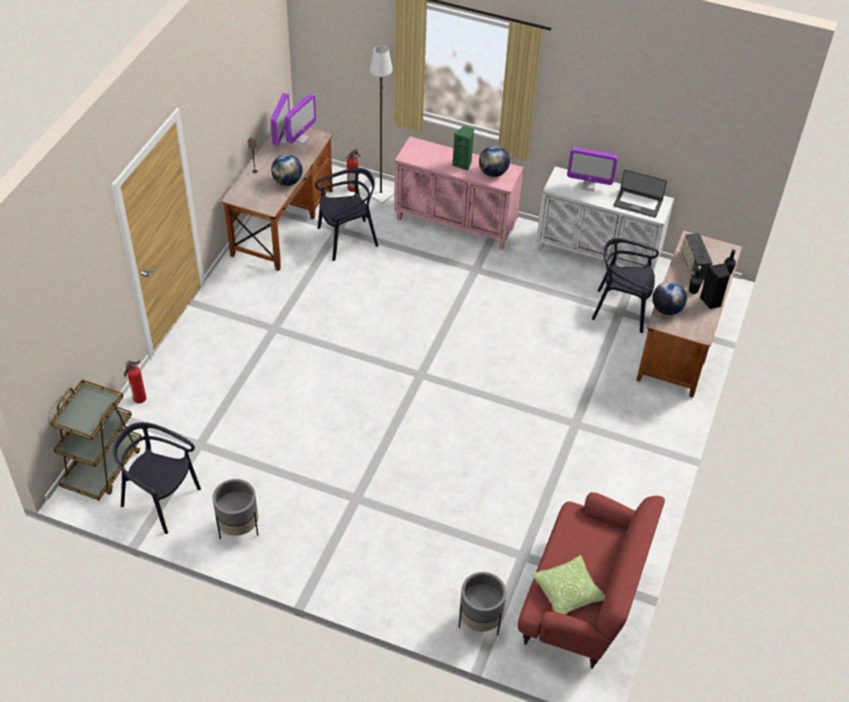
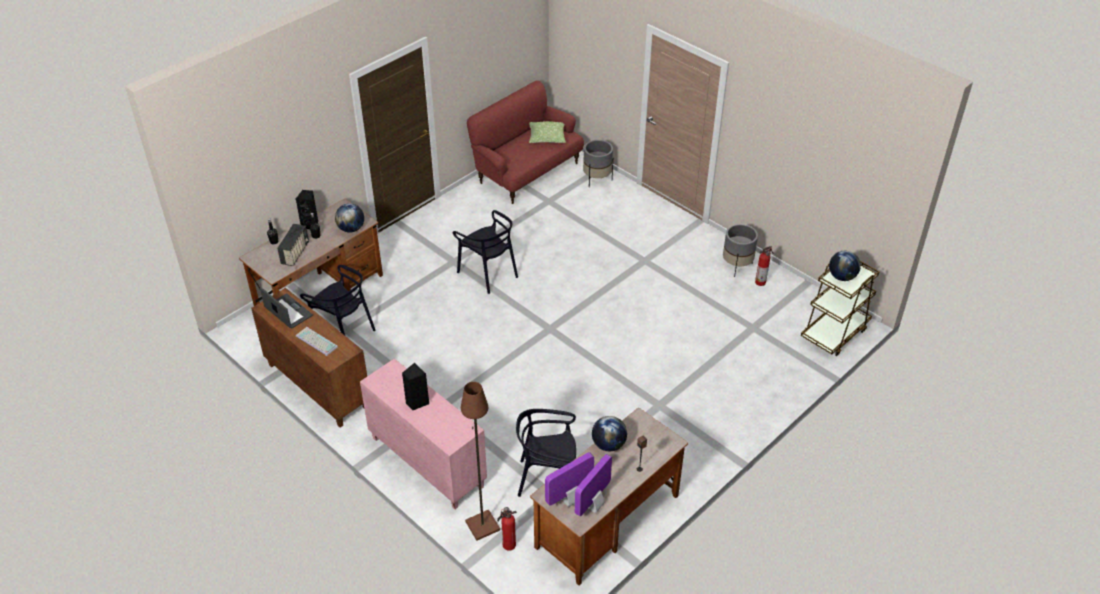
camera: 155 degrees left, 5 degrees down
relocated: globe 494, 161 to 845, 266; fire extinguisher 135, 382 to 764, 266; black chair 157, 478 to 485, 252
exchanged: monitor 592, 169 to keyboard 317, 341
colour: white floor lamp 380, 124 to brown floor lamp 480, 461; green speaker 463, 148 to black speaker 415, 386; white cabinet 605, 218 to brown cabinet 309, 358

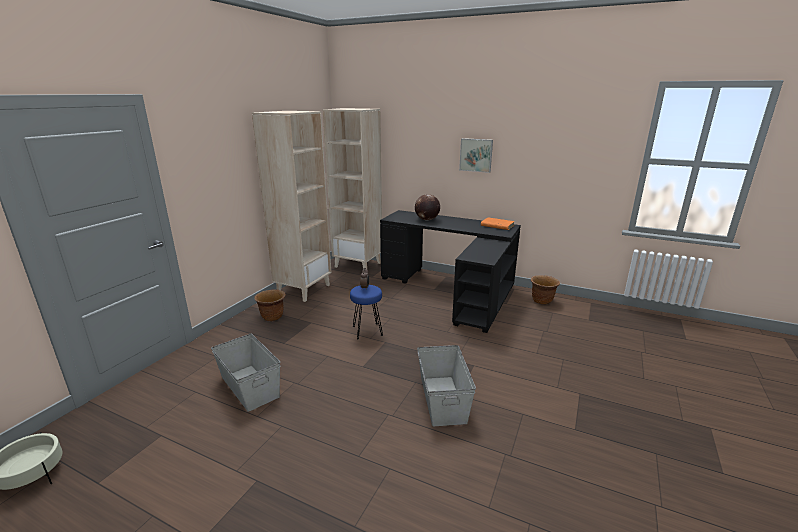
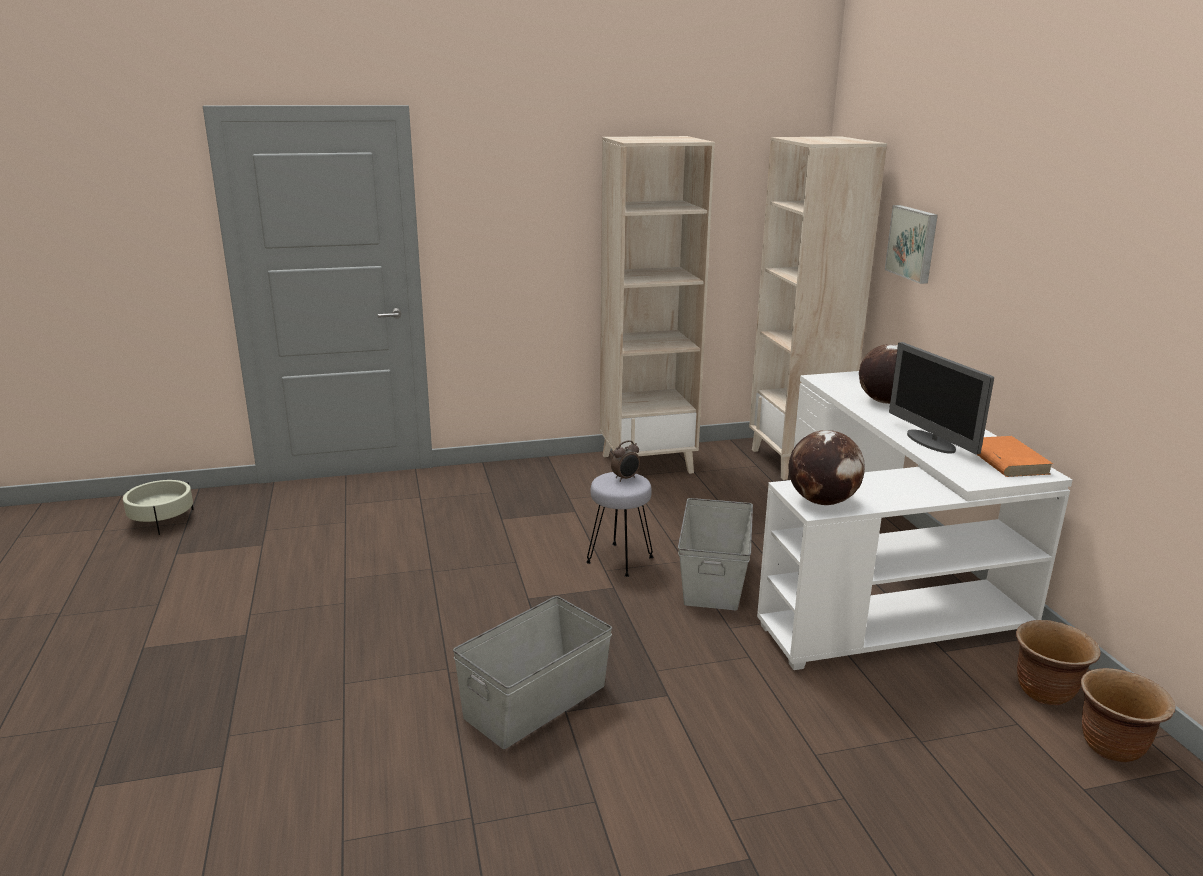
camera: 50 degrees right, 0 degrees up
appeared: monitor 941, 398; globe 827, 467
relocated: picture 476, 155 to 911, 244; brown planter 270, 305 to 1128, 715; grey storage box 246, 373 to 715, 554
colour: black desk 450, 271 to white desk 914, 520; blue stool 366, 312 to grey stool 619, 524

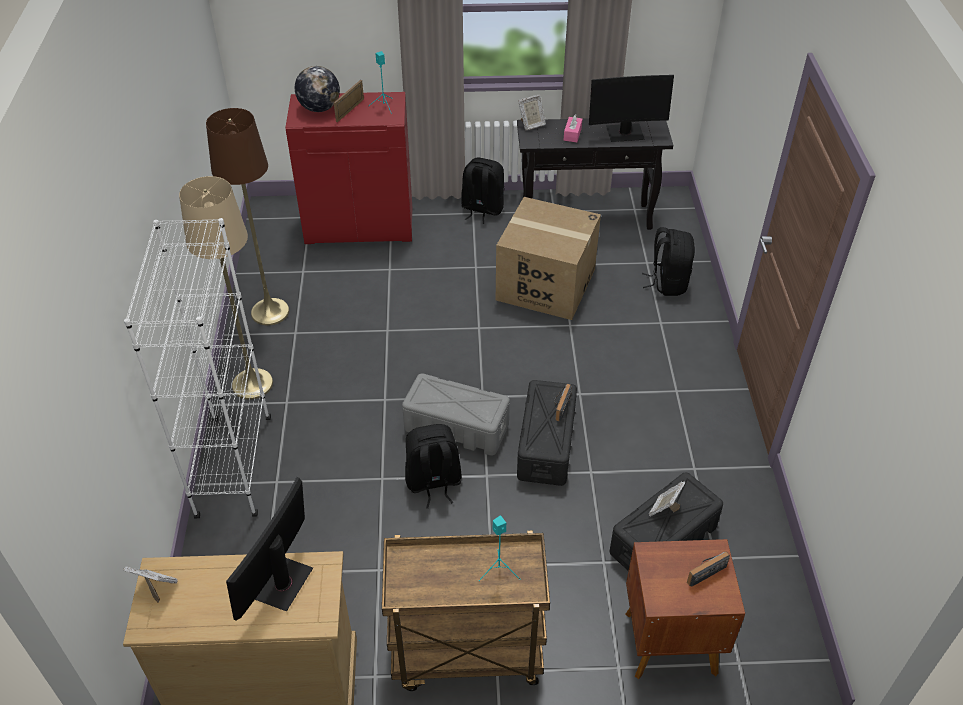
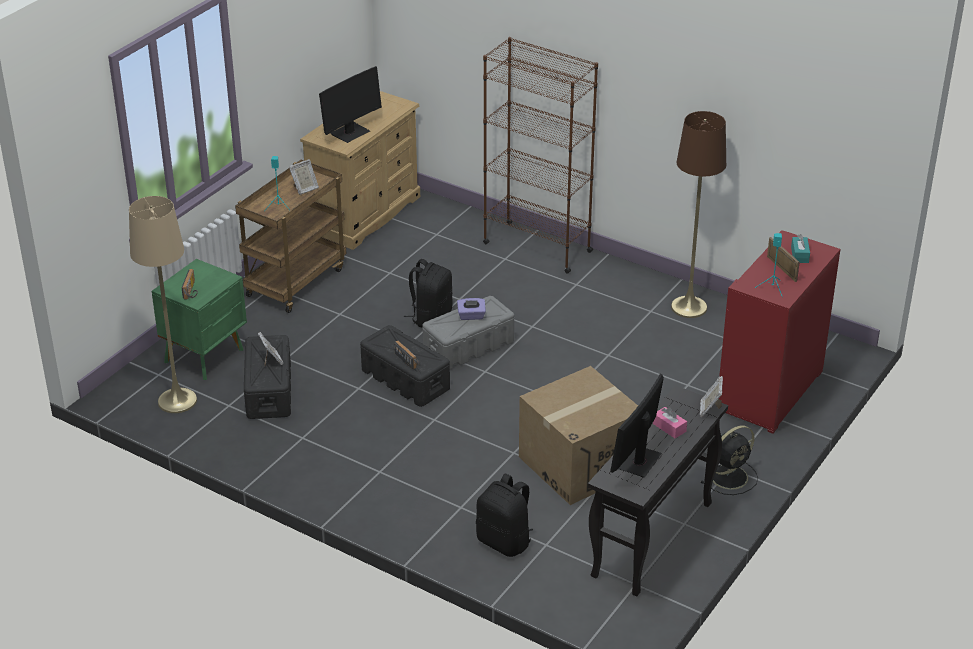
camera: 125 degrees right, 10 degrees down
appeared: purple tissue box 471, 309
relocated: beige floor lamp 226, 288 to 163, 304; picture frame 150, 584 to 304, 177
exchanged: globe 317, 89 to turquoise tissue box 800, 248; black backpack 483, 191 to black fan 729, 460
colour: white bookcase 197, 368 to brown bookcase 540, 155; brown nightstand 685, 609 to green nightstand 199, 319
spun: monitor 269, 548 = 350, 104 75 degrees clockwise

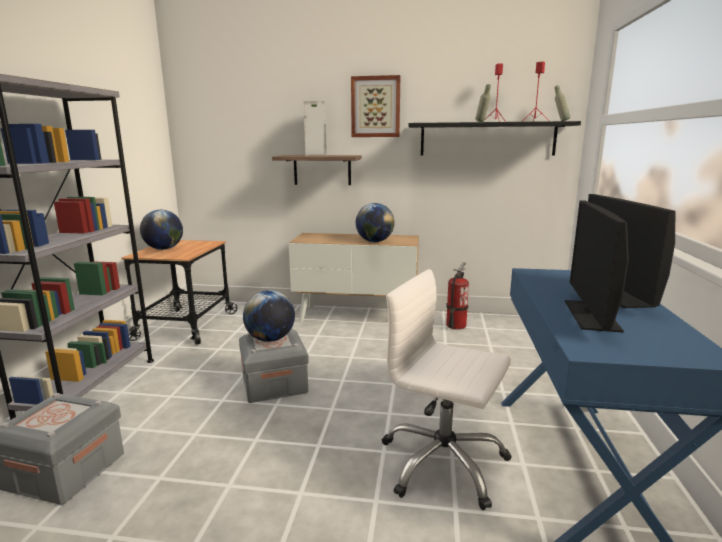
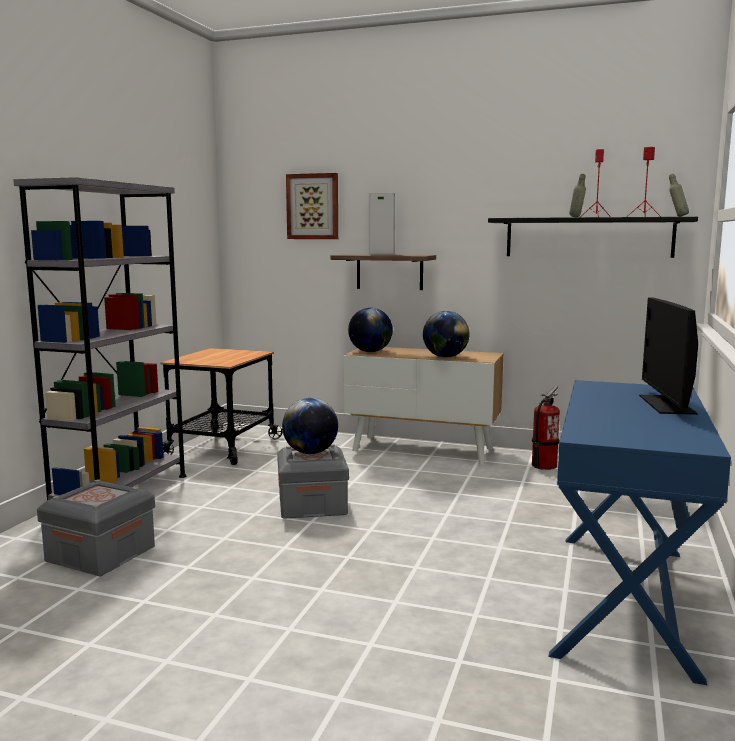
camera: 10 degrees right, 5 degrees down
missing: monitor 597, 266; white office chair 447, 389
relocated: picture 375, 106 to 312, 206; globe 161, 230 to 370, 330

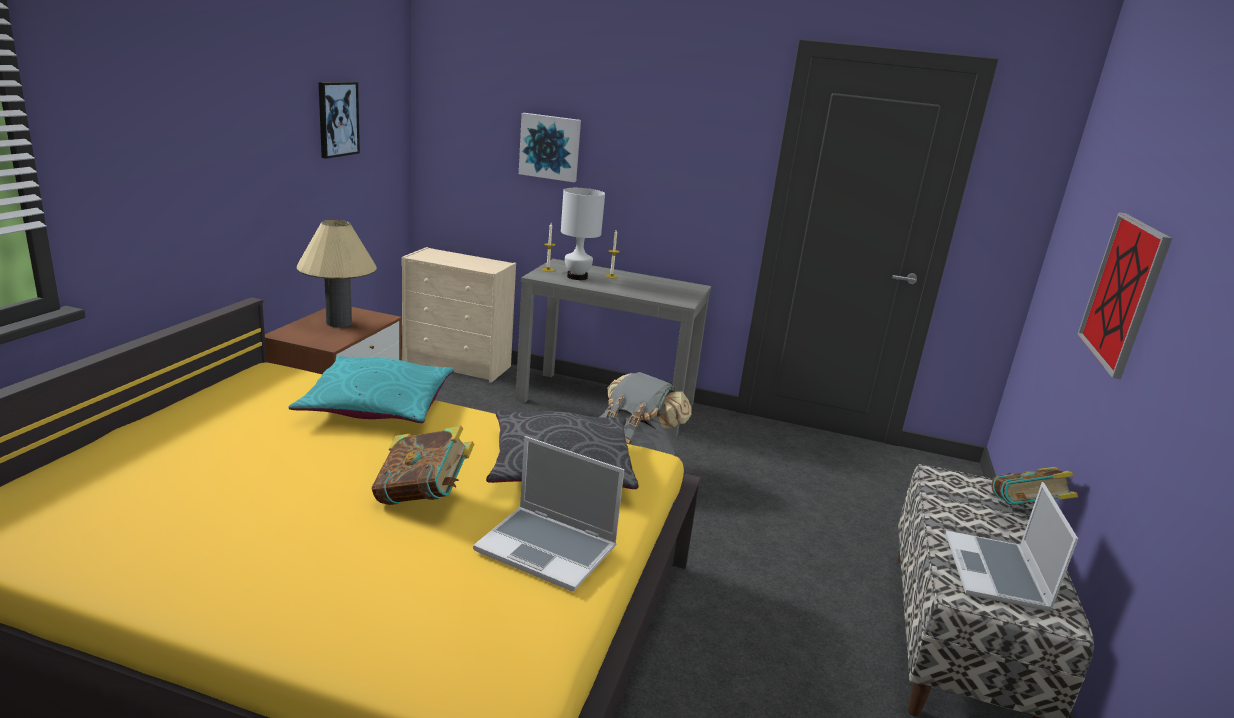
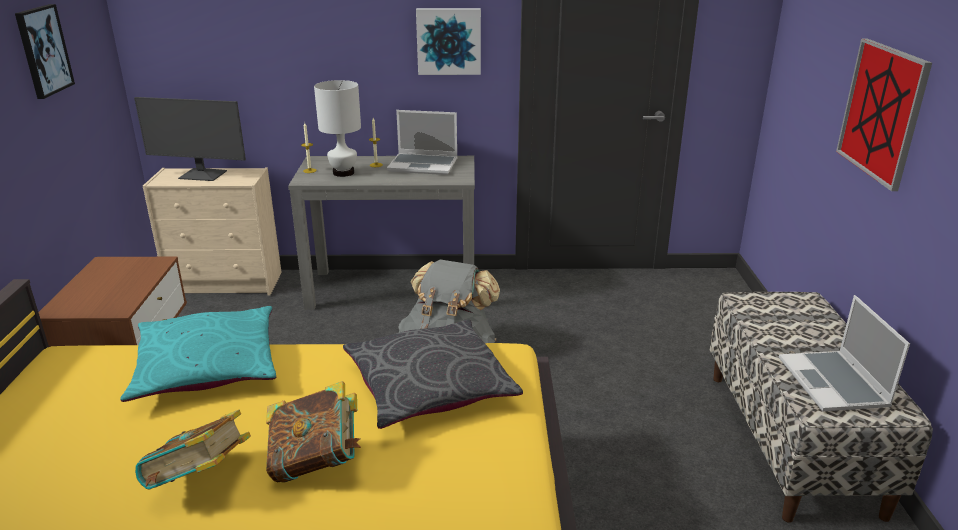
camera: 15 degrees left, 5 degrees up
missing: beige table lamp 337, 273
appeared: monitor 190, 139
relocated: picture 550, 147 to 448, 41; laptop 548, 514 to 422, 142; book 1034, 486 to 193, 450

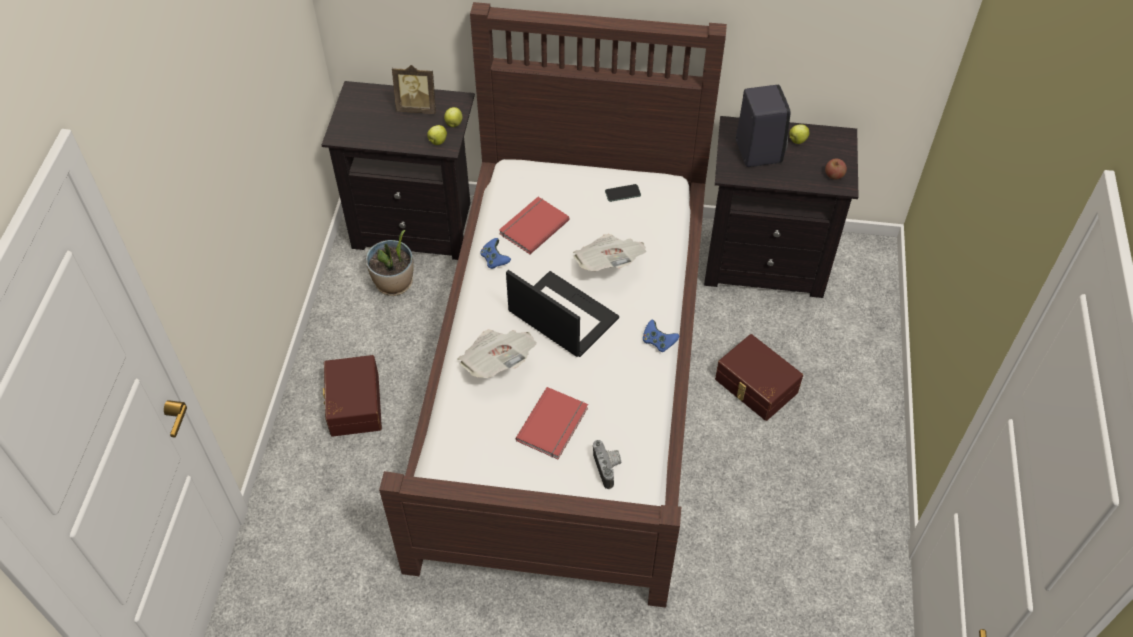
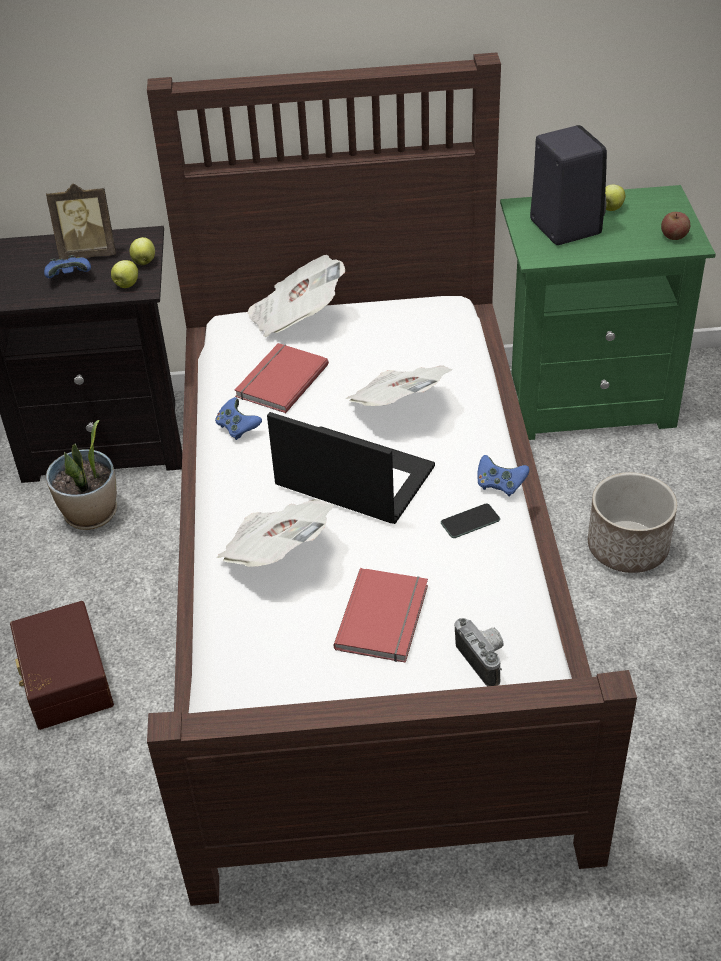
camera: 10 degrees left, 10 degrees down
appeared: blue game controller 67, 266; newspaper 296, 296
relocated: phone 623, 193 to 470, 520
exchanged: brown storage box 759, 377 to planter 632, 522
colour: black nightstand 781, 207 to green nightstand 608, 312

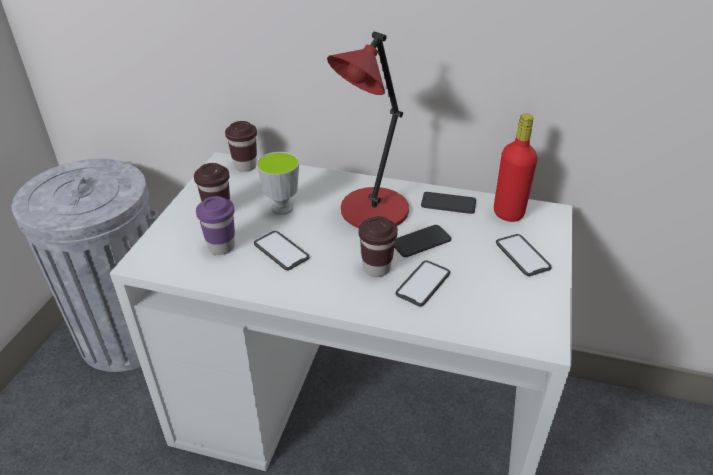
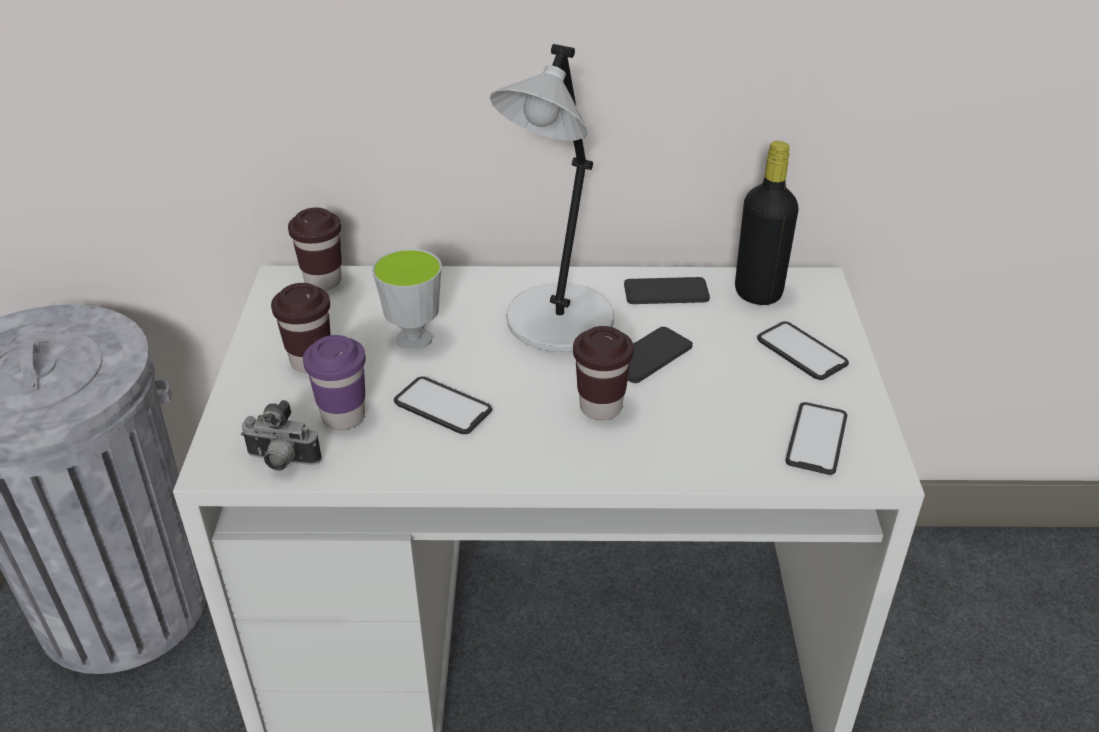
camera: 15 degrees left, 0 degrees up
appeared: photo camera 281, 435
relocated: phone 422, 283 to 816, 438
colour: red table lamp 368, 130 to grey table lamp 552, 198; red bottle 515, 167 to black bottle 767, 223

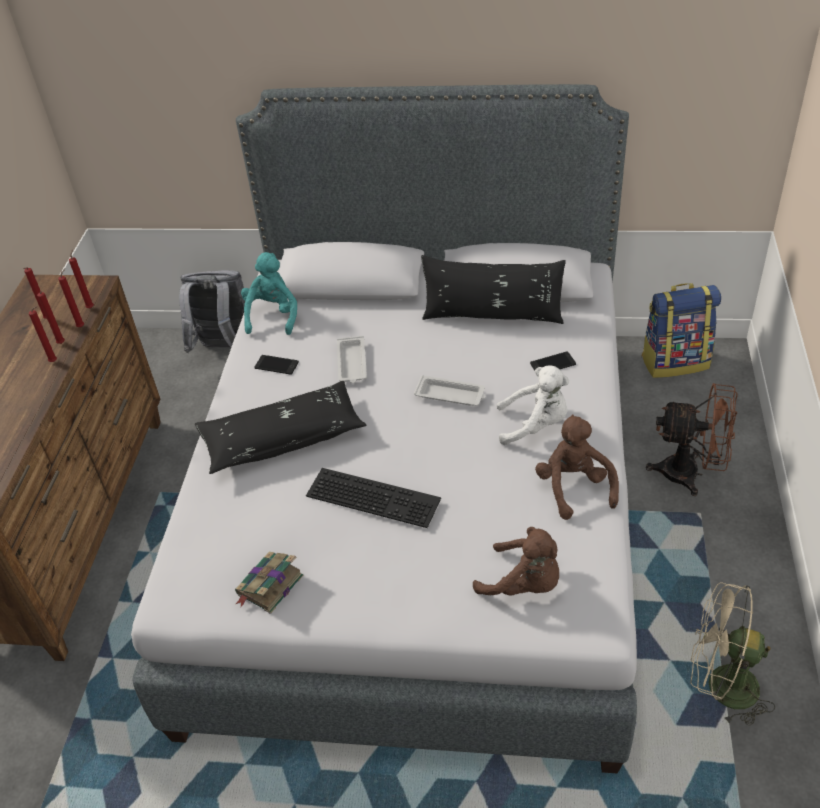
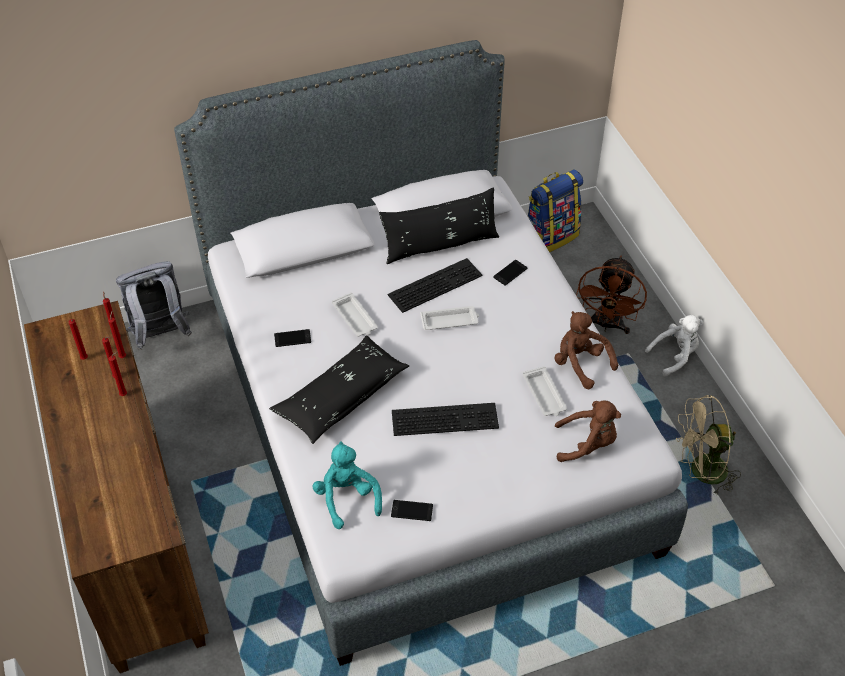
camera: 30 degrees left, 5 degrees up
appeared: keyboard 435, 285; white tray 545, 391
relocated: turquoise plush toy 269, 293 to 347, 485; white plush toy 533, 405 to 674, 345
exchanged: book 269, 583 to phone 412, 510
spun: brown fan 692, 439 = 611, 295 120 degrees clockwise

